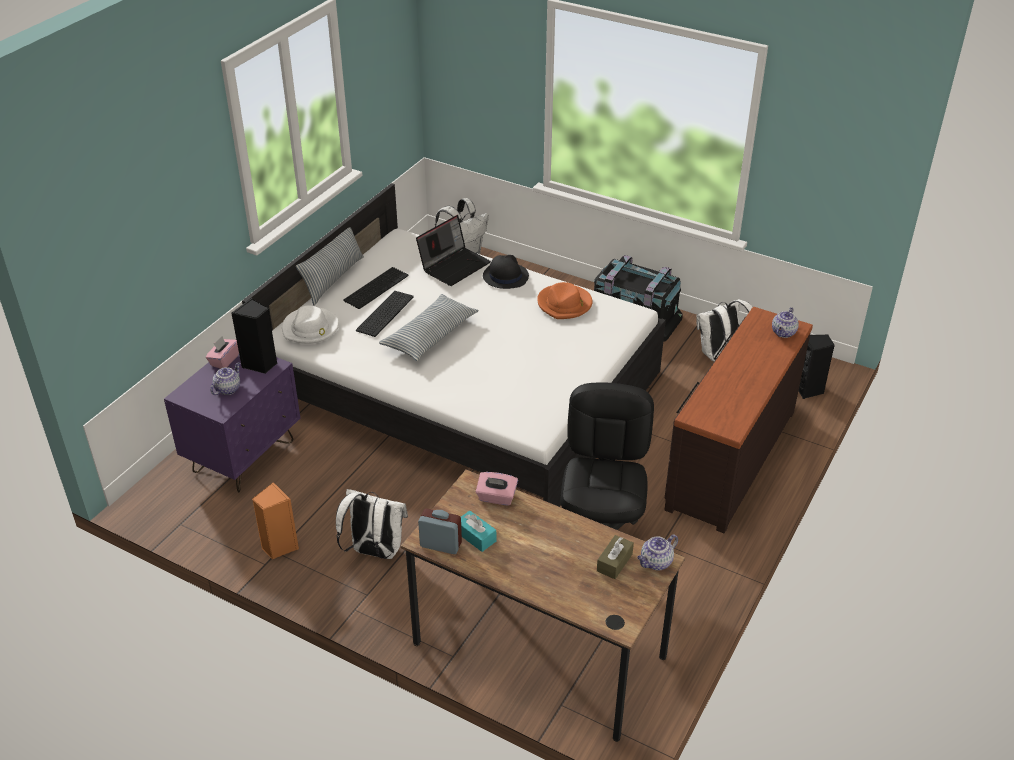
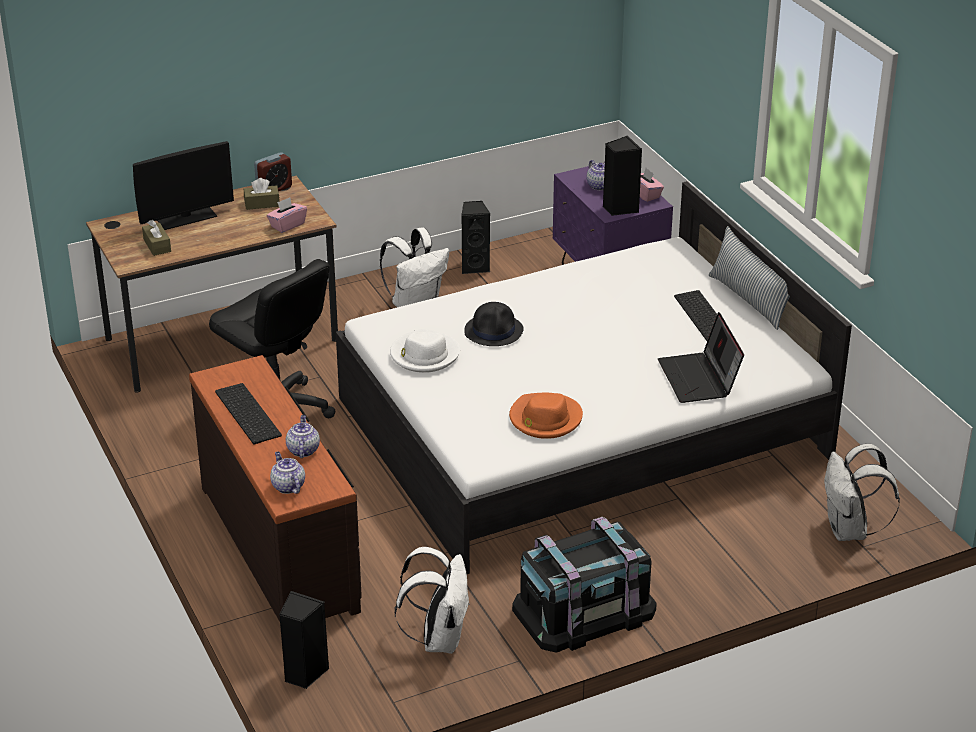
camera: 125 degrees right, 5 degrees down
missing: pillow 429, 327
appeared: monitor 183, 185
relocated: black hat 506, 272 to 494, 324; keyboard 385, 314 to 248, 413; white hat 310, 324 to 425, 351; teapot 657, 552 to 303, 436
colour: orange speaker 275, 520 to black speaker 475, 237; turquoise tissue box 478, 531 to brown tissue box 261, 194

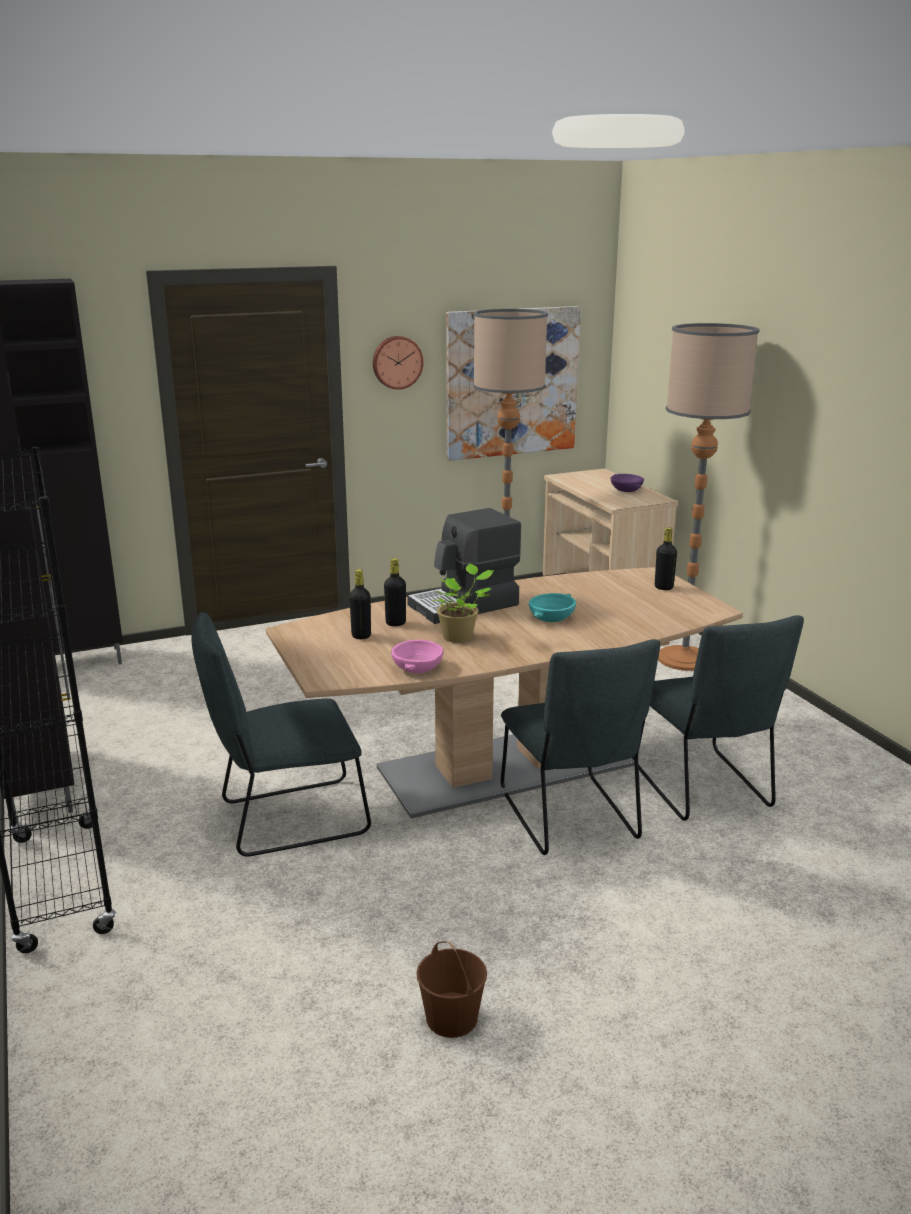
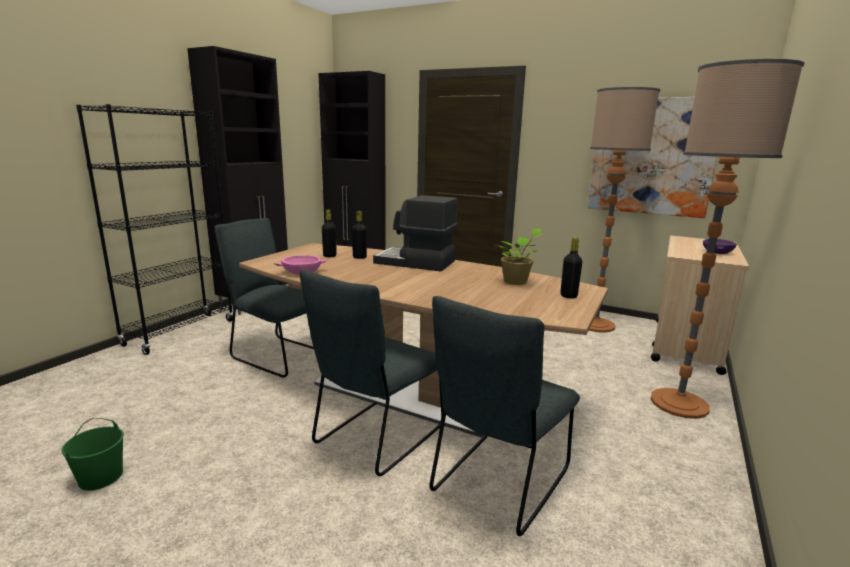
camera: 50 degrees right, 5 degrees down
missing: wall clock 398, 363; turquoise bowl 552, 607
relocated: potted plant 463, 603 to 520, 256
colour: brown bucket 452, 989 to green bucket 92, 454

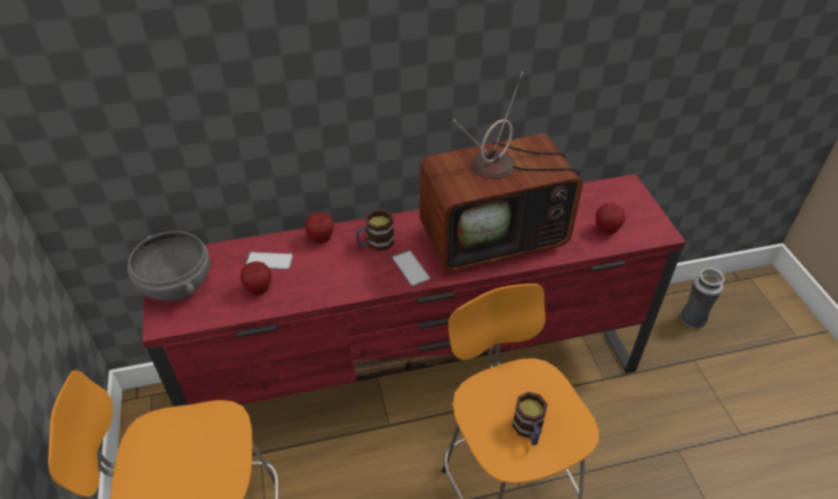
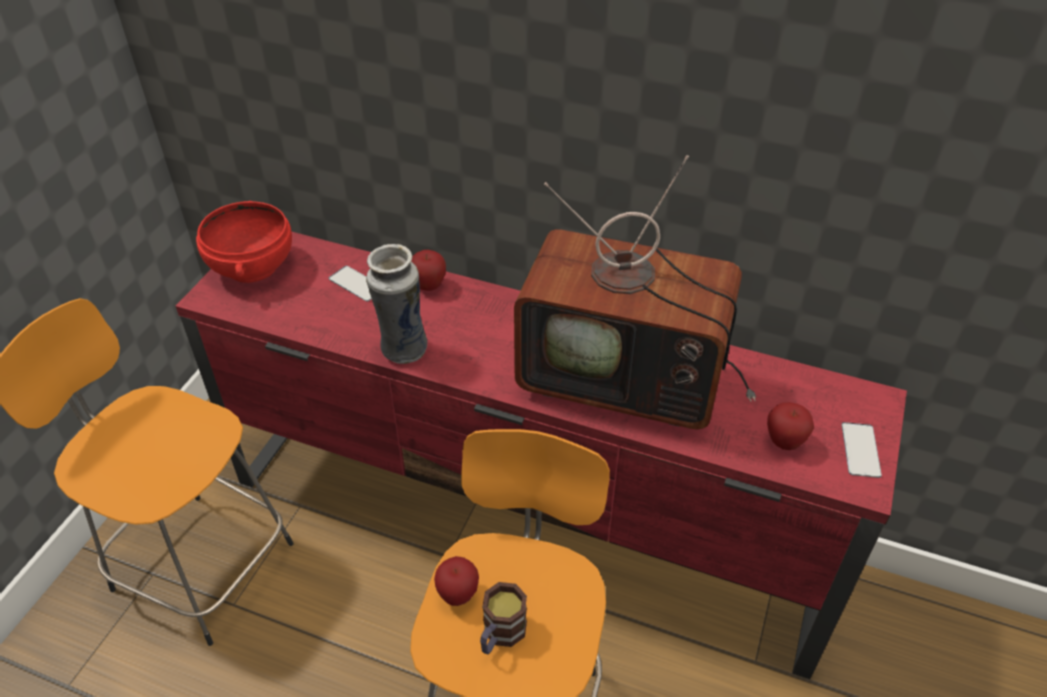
camera: 35 degrees right, 0 degrees up
missing: mug 375, 230
relocated: phone 411, 268 to 862, 450; apple 256, 278 to 456, 581; vase 703, 297 to 396, 304
colour: grey bowl 169, 266 to red bowl 244, 242

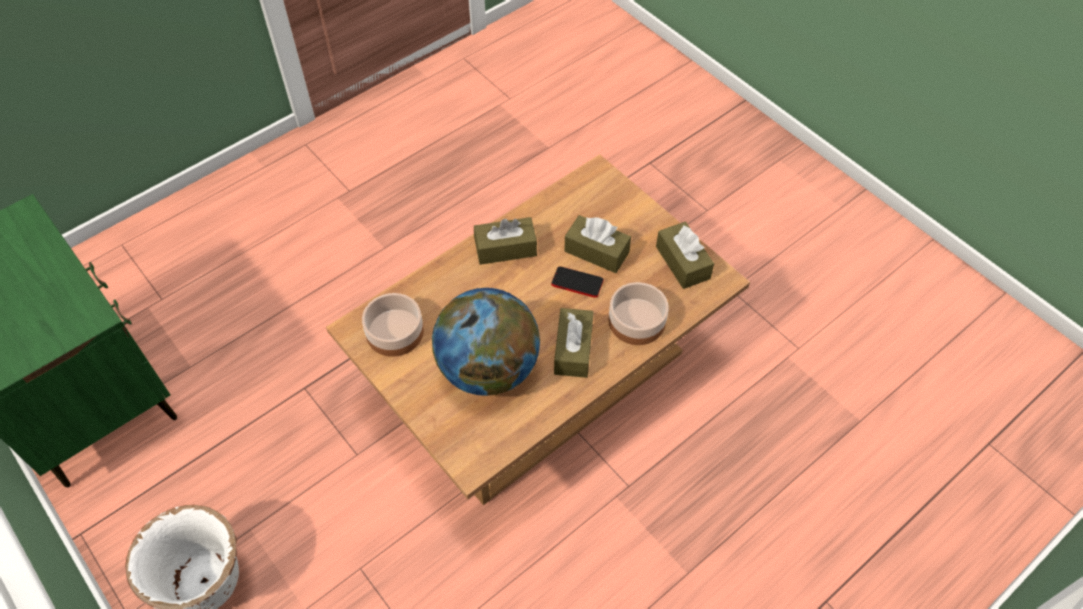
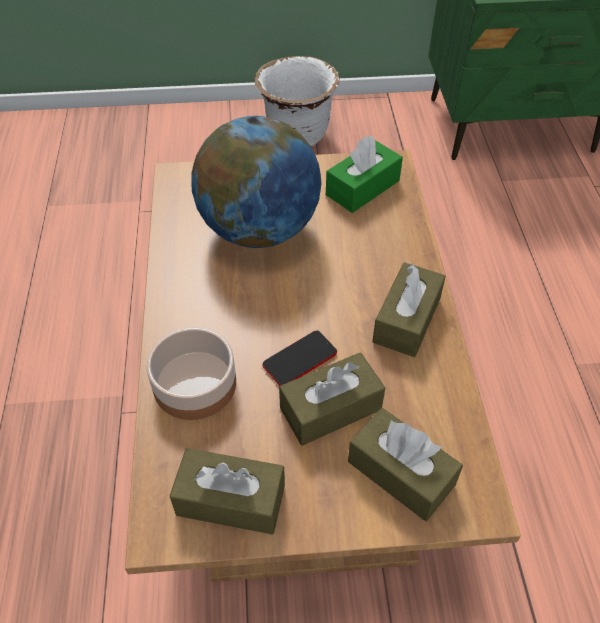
camera: 125 degrees right, 5 degrees down
relocated: brown tissue box 574, 343 to 405, 464
exchanged: bowl 393, 325 to green tissue box 364, 174

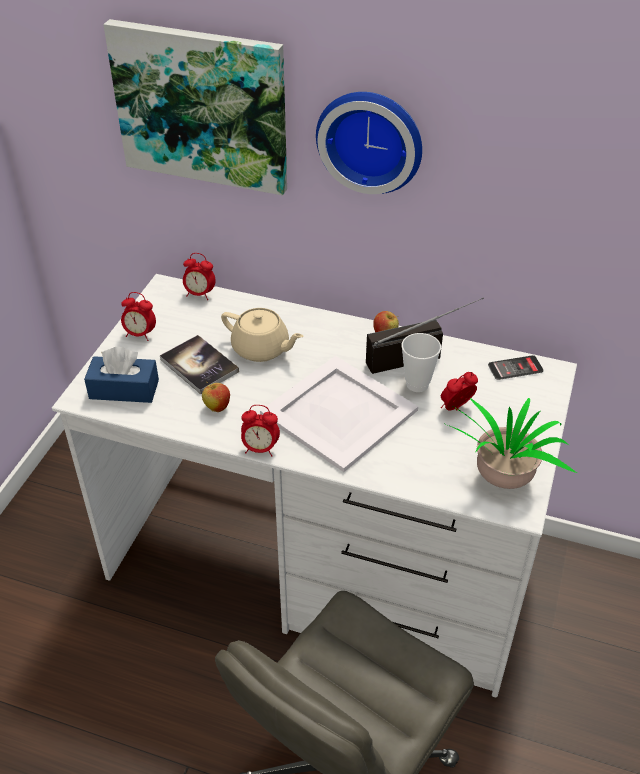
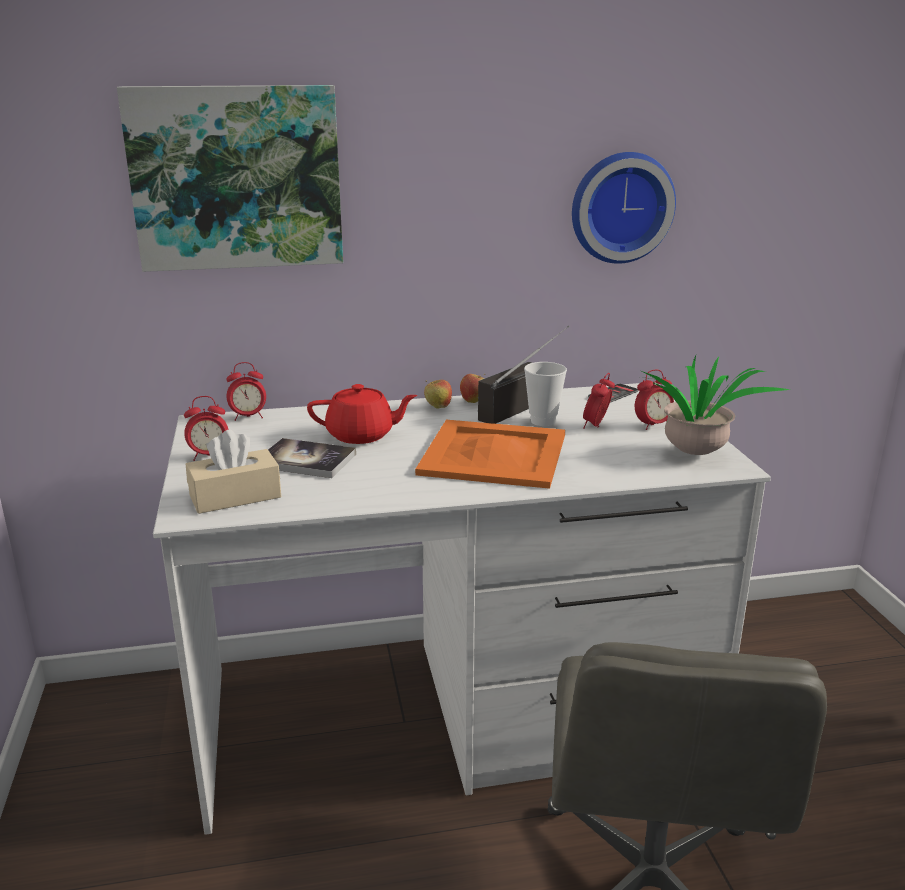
camera: 30 degrees left, 20 degrees down
relocated: wall clock 369, 143 to 624, 208; apple 216, 397 to 438, 394; alarm clock 260, 430 to 654, 399
colour: beige teapot 262, 335 to red teapot 362, 414; blue tissue box 121, 375 to beige tissue box 233, 472; white tray 339, 414 to orange tray 490, 454

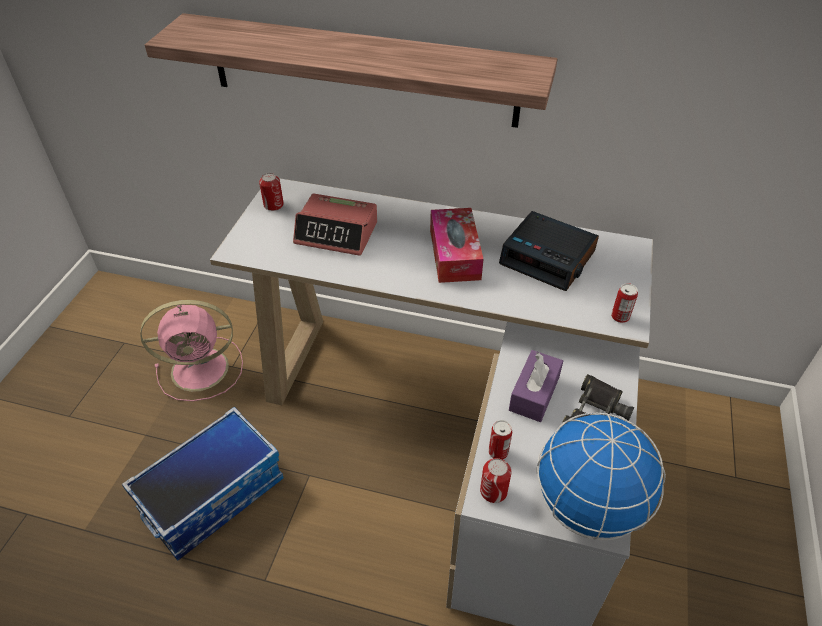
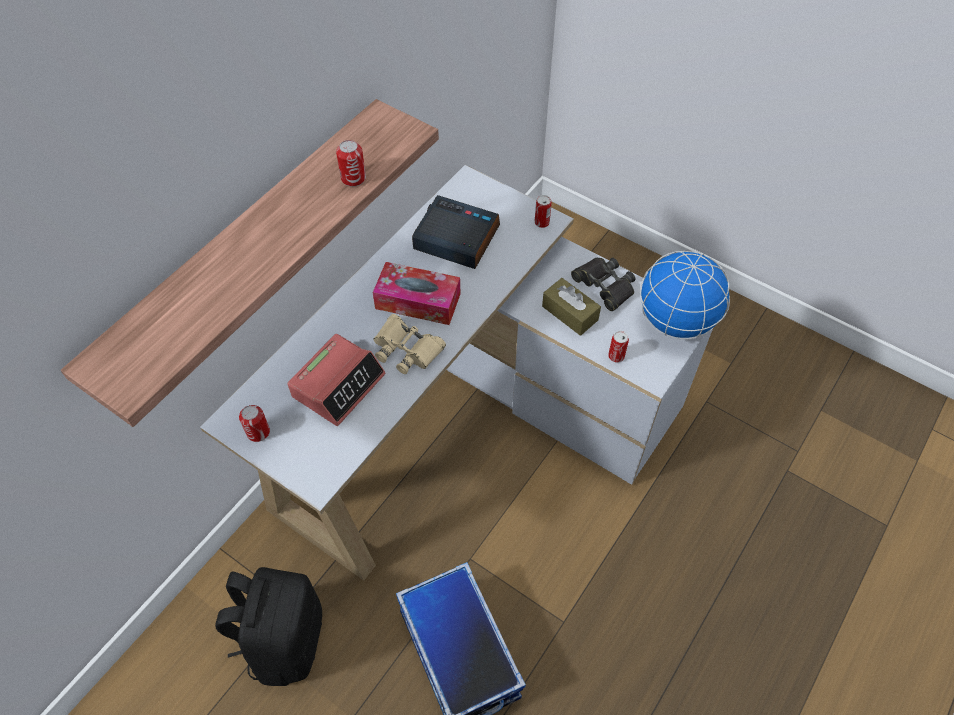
camera: 70 degrees left, 10 degrees up
appeared: beige binoculars 409, 344
relocated: can 495, 480 to 351, 163
exchanged: pink fan 191, 350 to black backpack 268, 626
colour: purple tissue box 536, 386 to brown tissue box 571, 307
spun: alarm clock 549, 251 = 456, 232 120 degrees counterclockwise

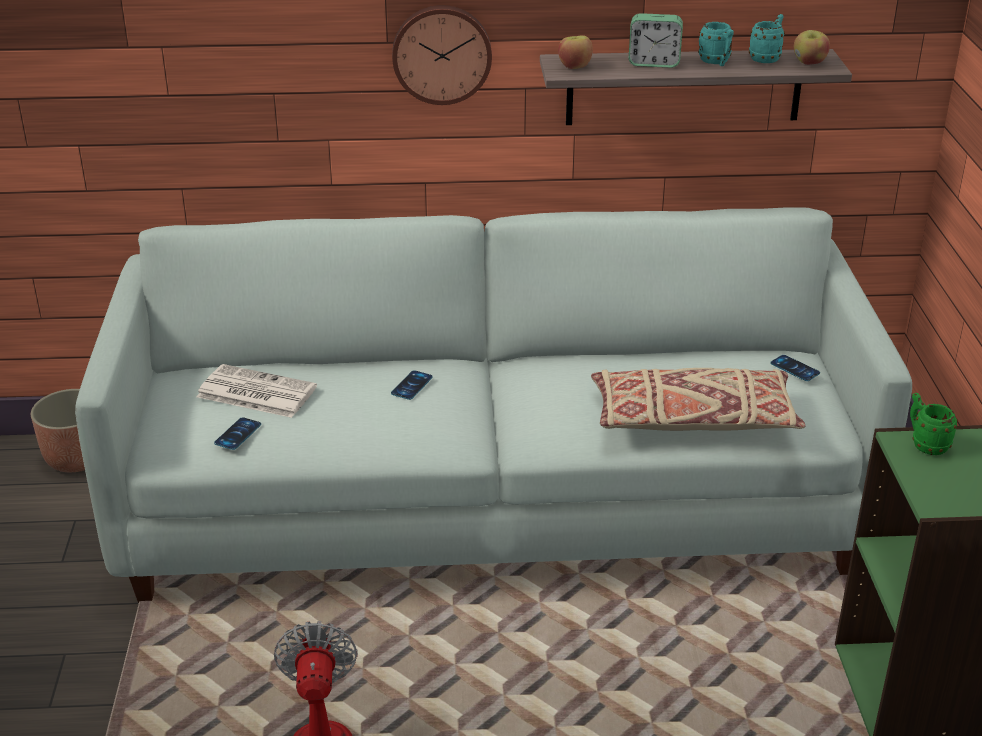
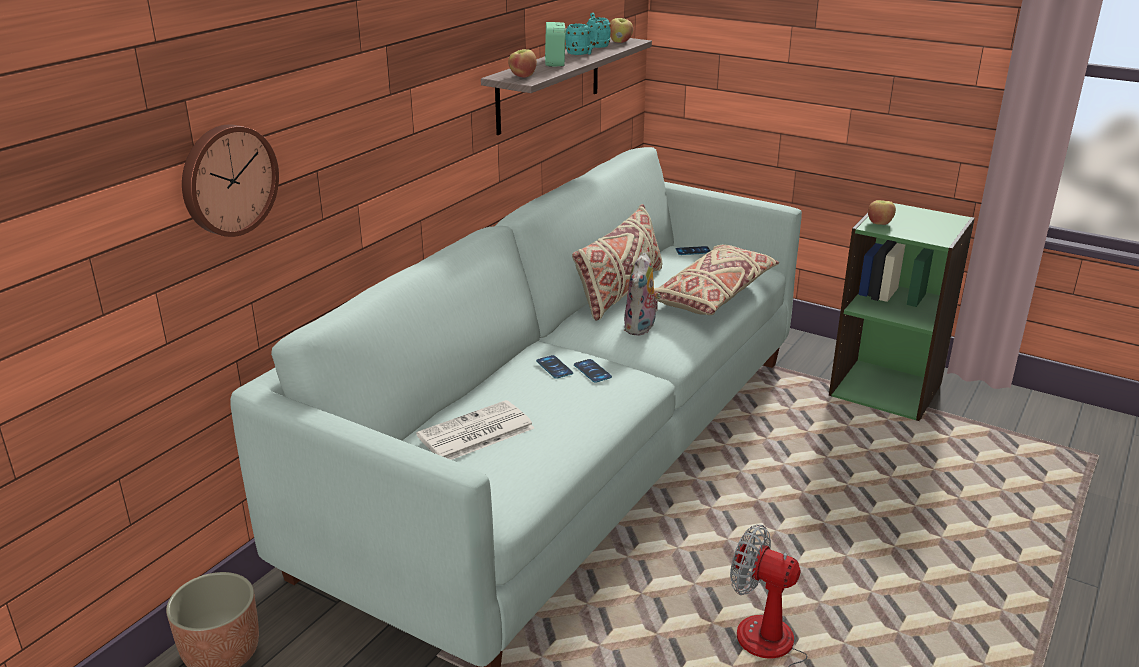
camera: 55 degrees left, 5 degrees down
appeared: beige pillow 617, 262; plush toy 642, 294
relocated: wall clock 442, 55 to 230, 180; phone 237, 433 to 593, 371
exchanged: green mug 934, 424 to apple 882, 212
spun: alarm clock 656, 40 = 555, 44 135 degrees clockwise

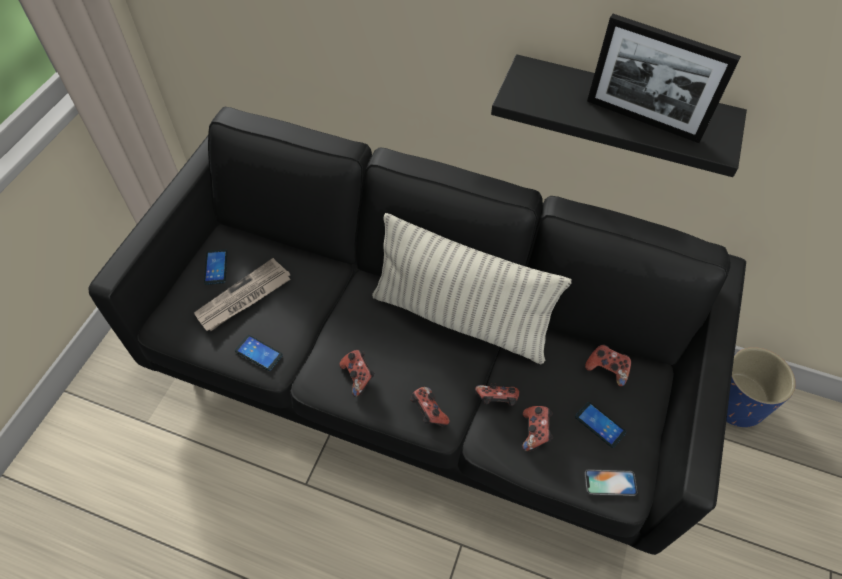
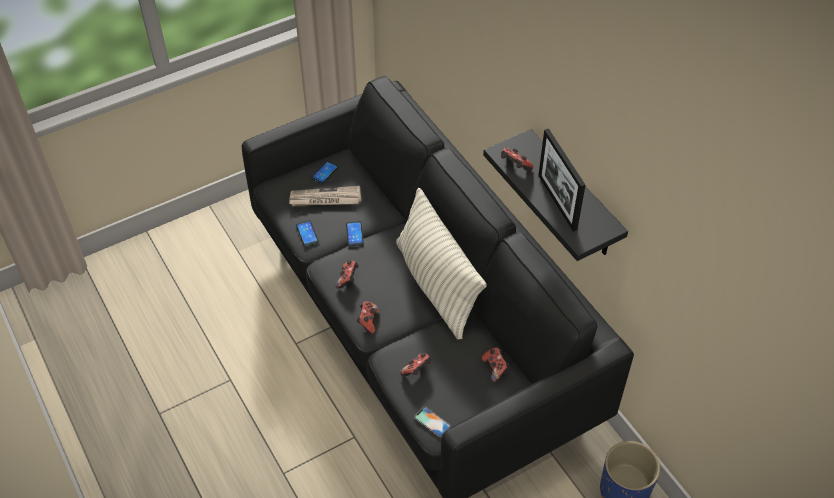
camera: 40 degrees right, 5 degrees down
relocated: game controller 497, 394 to 517, 159; phone 600, 425 to 355, 233

